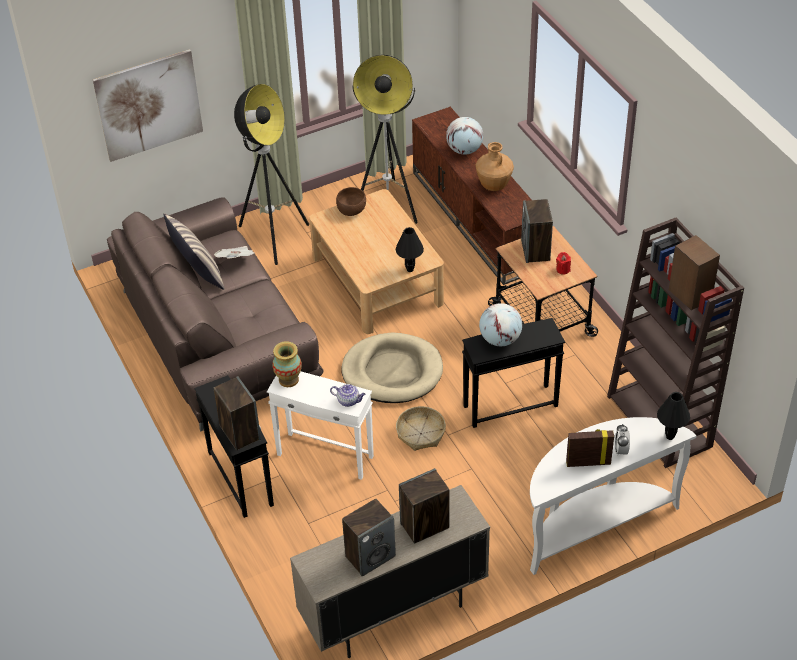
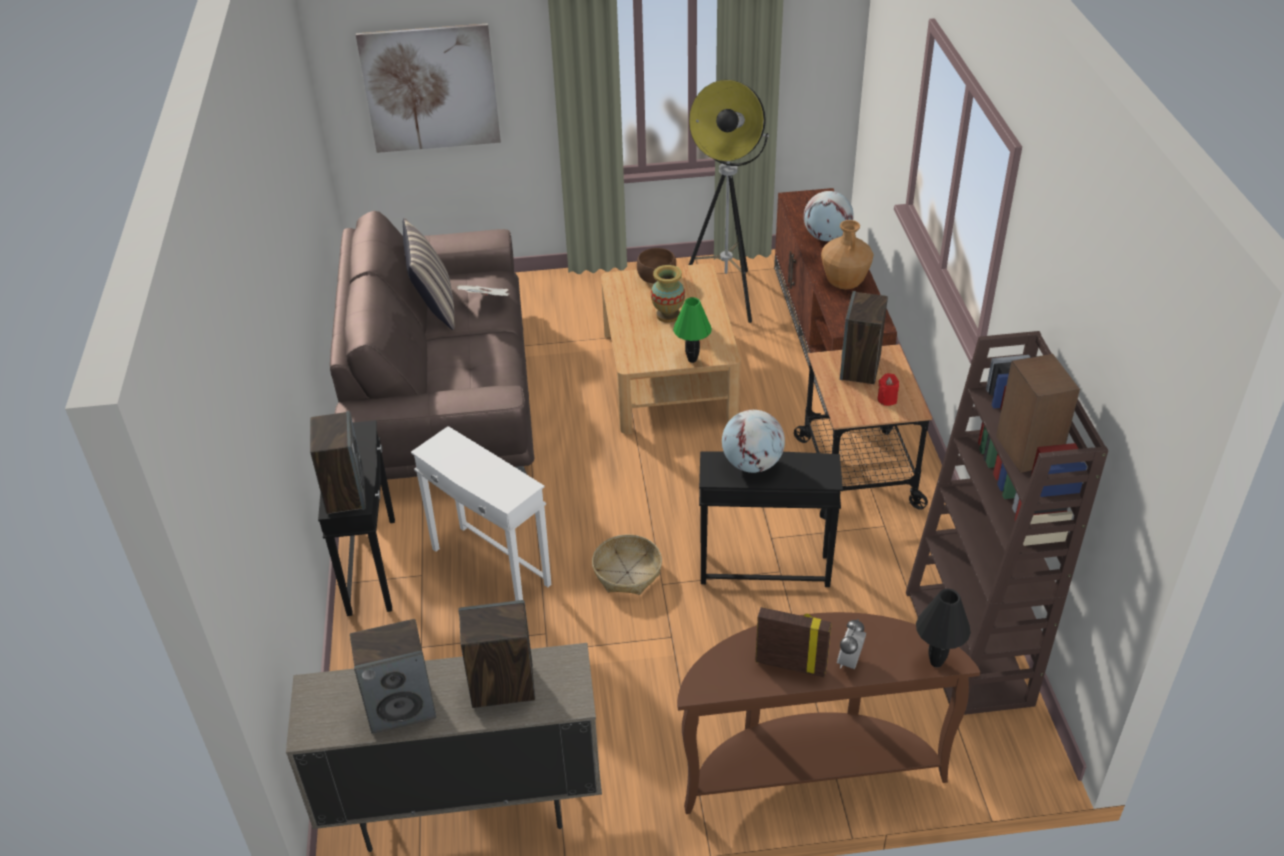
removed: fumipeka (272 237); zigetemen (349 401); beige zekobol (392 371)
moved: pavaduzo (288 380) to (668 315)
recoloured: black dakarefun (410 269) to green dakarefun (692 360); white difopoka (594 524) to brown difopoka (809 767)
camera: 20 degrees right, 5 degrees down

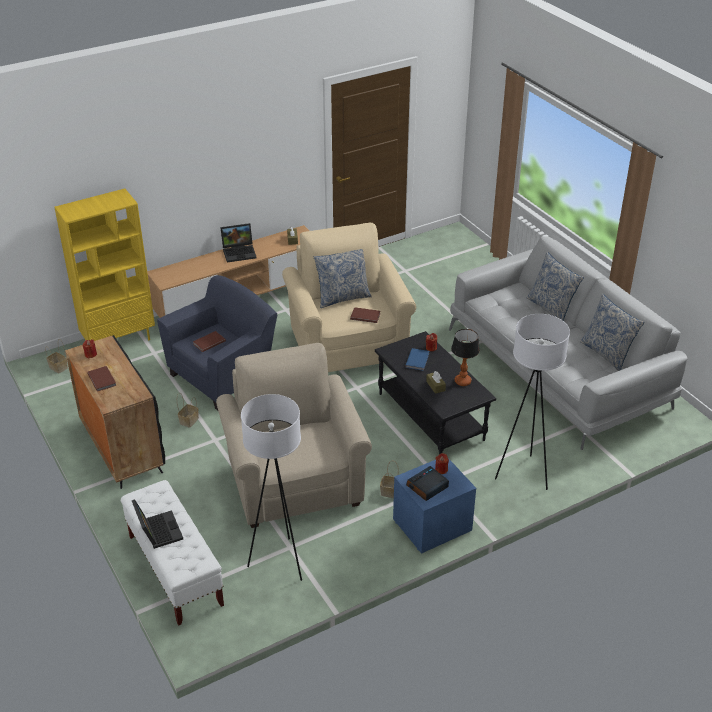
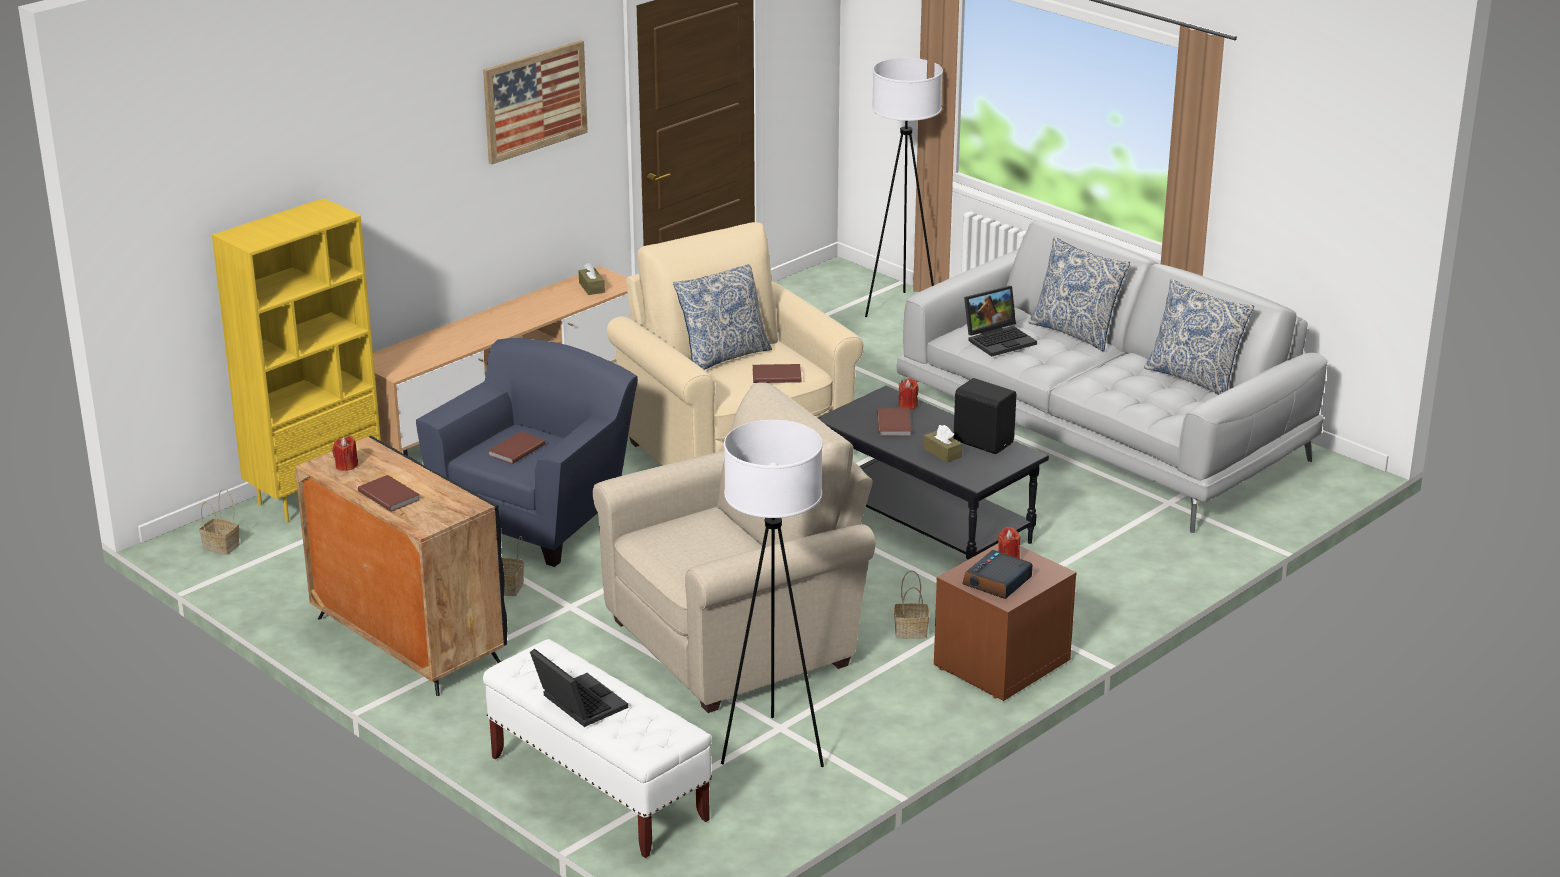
added: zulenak (535 101)
moved: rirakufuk (240 252) to (1000 339); white fumipeka (523 474) to (901 309)
replaced: dakarefun (462 381) to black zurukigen (983 441)
recoloured: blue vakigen (432 526) to brown vakigen (1002 664); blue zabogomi (418 360) to brown zabogomi (895 424)
turned: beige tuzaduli (294 480) = (739 640) 90 degrees clockwise
camera: 15 degrees left, 10 degrees down

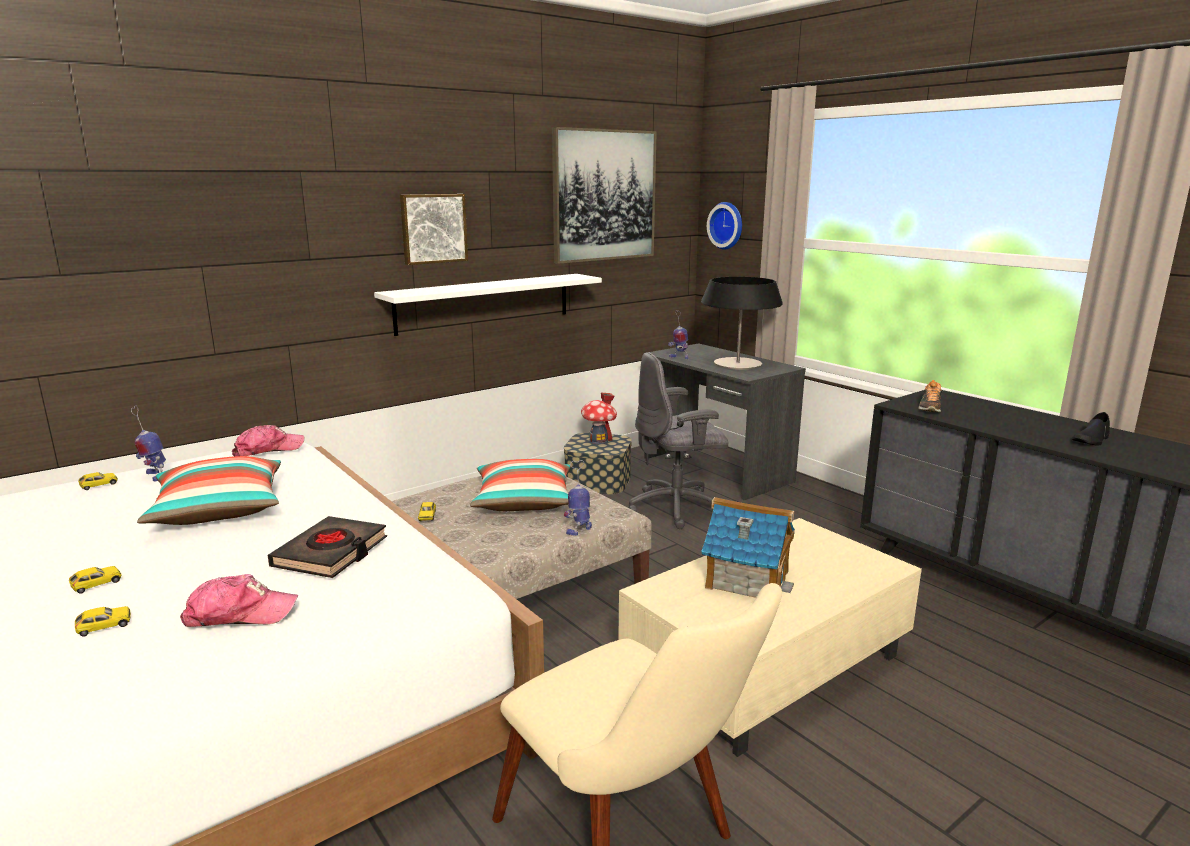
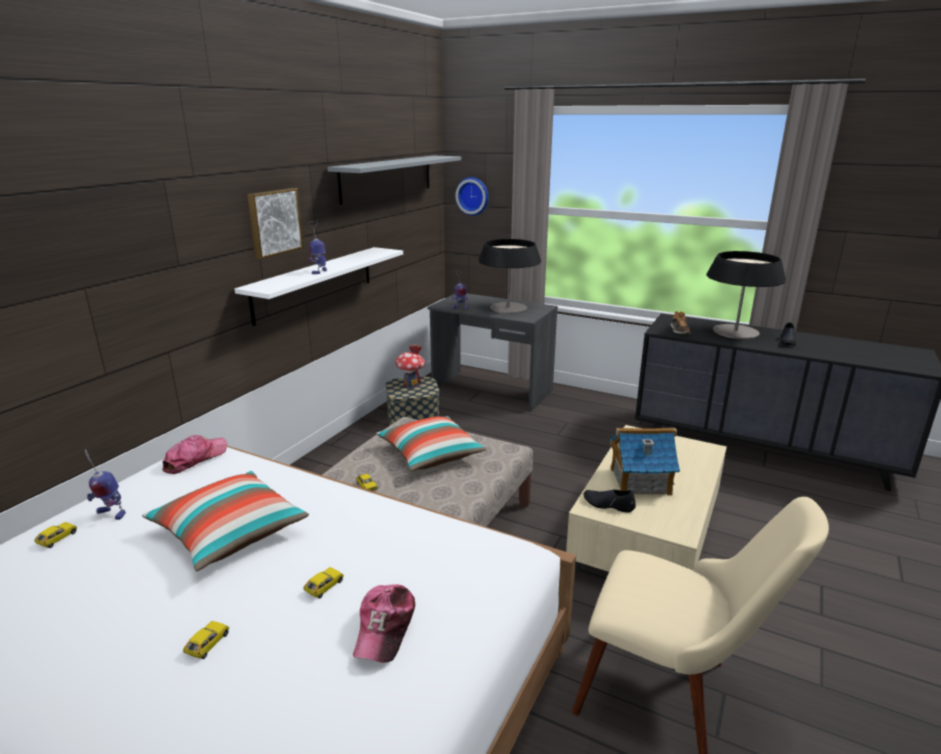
removed: black zabogomi (331 553); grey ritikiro (677 508)
added: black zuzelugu (608 504); dakarefun (735 332)
moved: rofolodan (104 626) to (324 586); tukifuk (580 530) to (320 271)
replaced: zulenak (604 195) to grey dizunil (387 178)
turned: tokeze (240 614) = (385 628) 135 degrees clockwise
camera: 25 degrees left, 5 degrees up

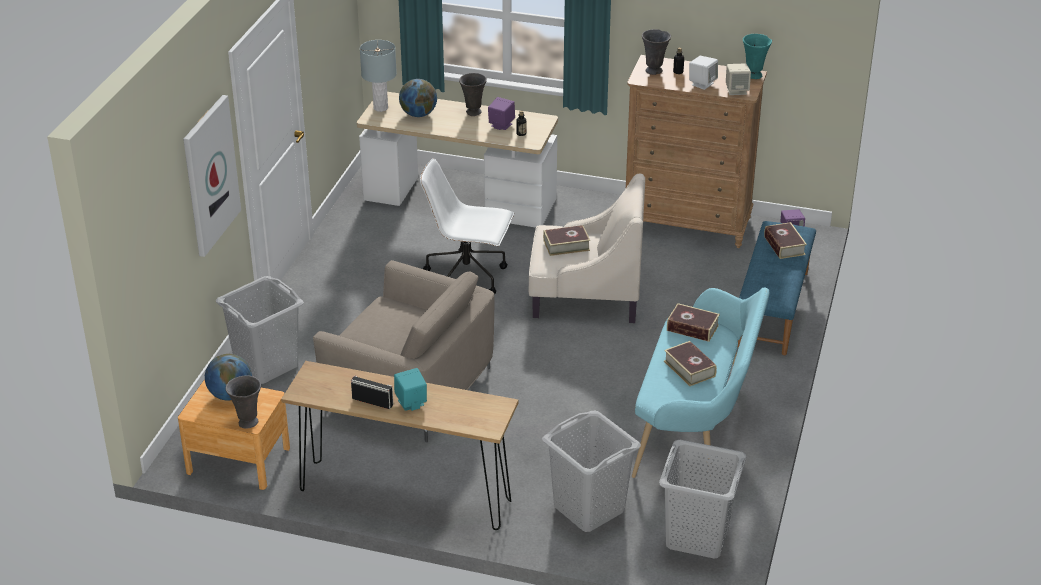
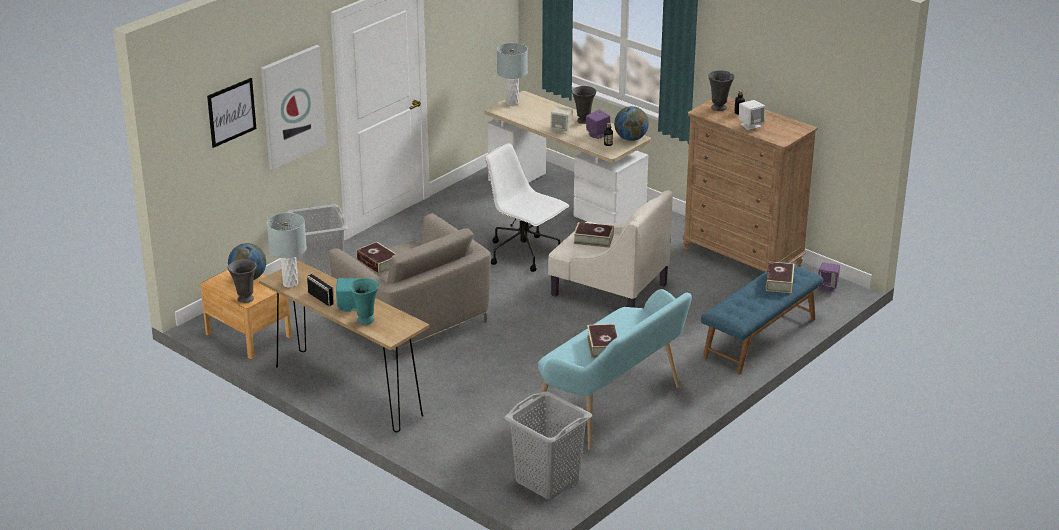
removed: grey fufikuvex (589 509)
added: zulenak (231 112); grey dakarefun (290 284)
moved: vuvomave (418 114) to (630 139); zabogomi (692 328) to (378 263); beige zurukigen (736 91) to (562 130); turquoise pavaduzo (754 76) to (365 320)
camera: 25 degrees right, 5 degrees down

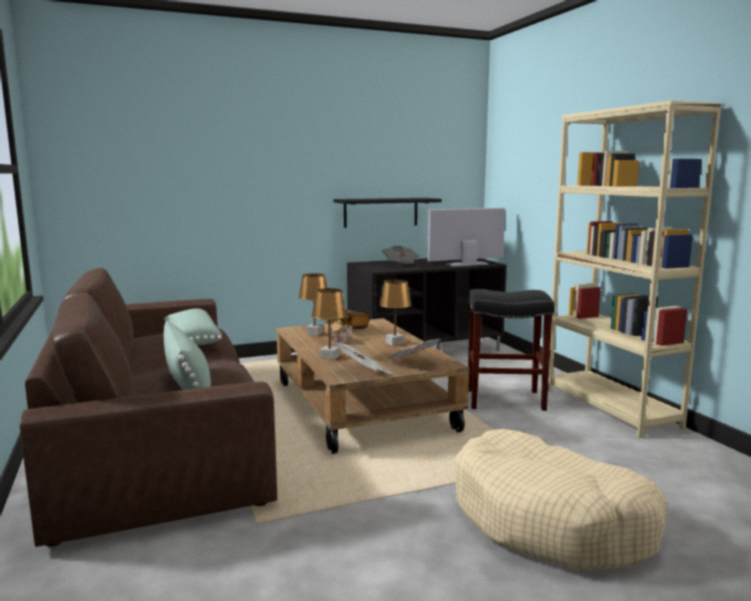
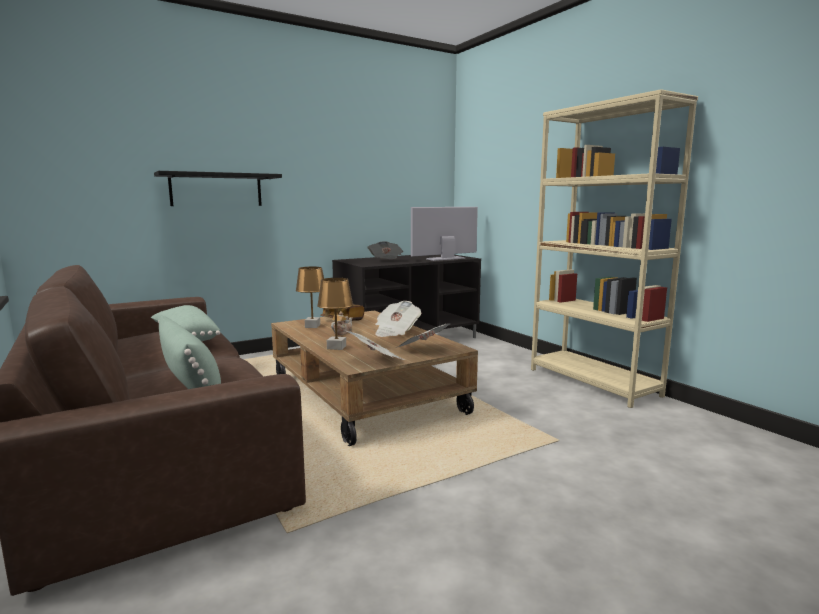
removed: beige zekobol (551 520); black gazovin (504 400)
moved: black dizunil (381 212) to (216 190)
replaced: brown dakarefun (394 343) to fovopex (396 332)
camera: 10 degrees left, 0 degrees up

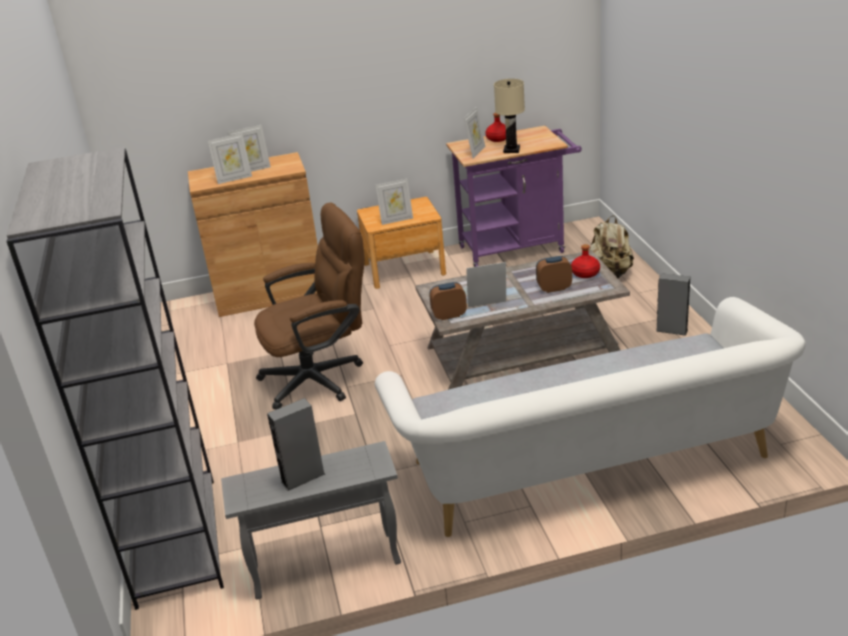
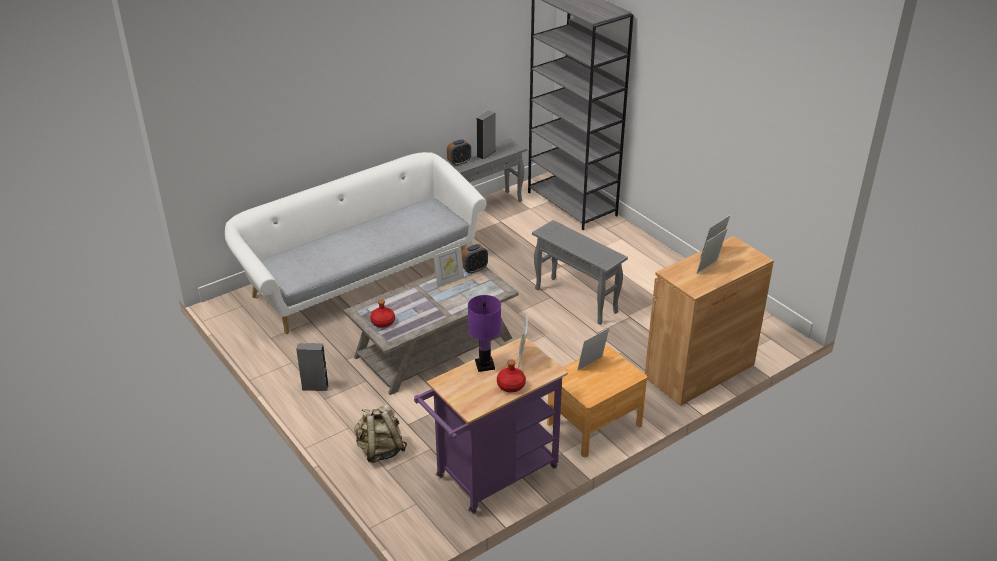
moved: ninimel (554 288) to (459 162)
replaced: brown ritikiro (321 377) to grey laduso (575 301)
recoloured: beige dakarefun (512 150) to purple dakarefun (484 365)
camera: 155 degrees right, 5 degrees up

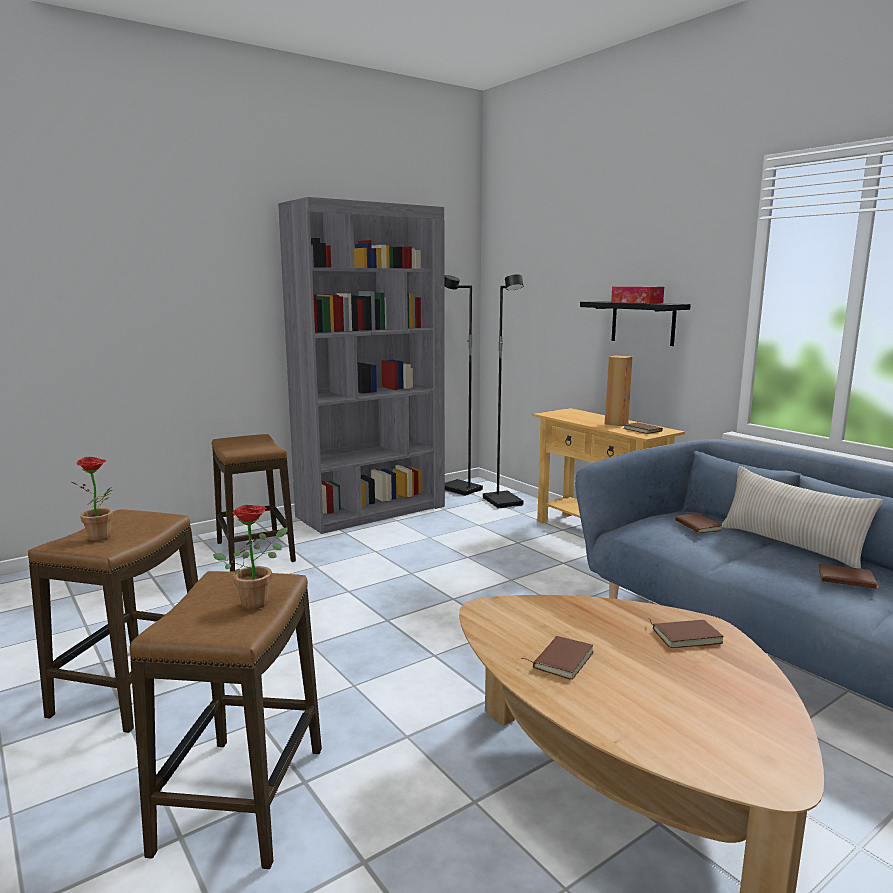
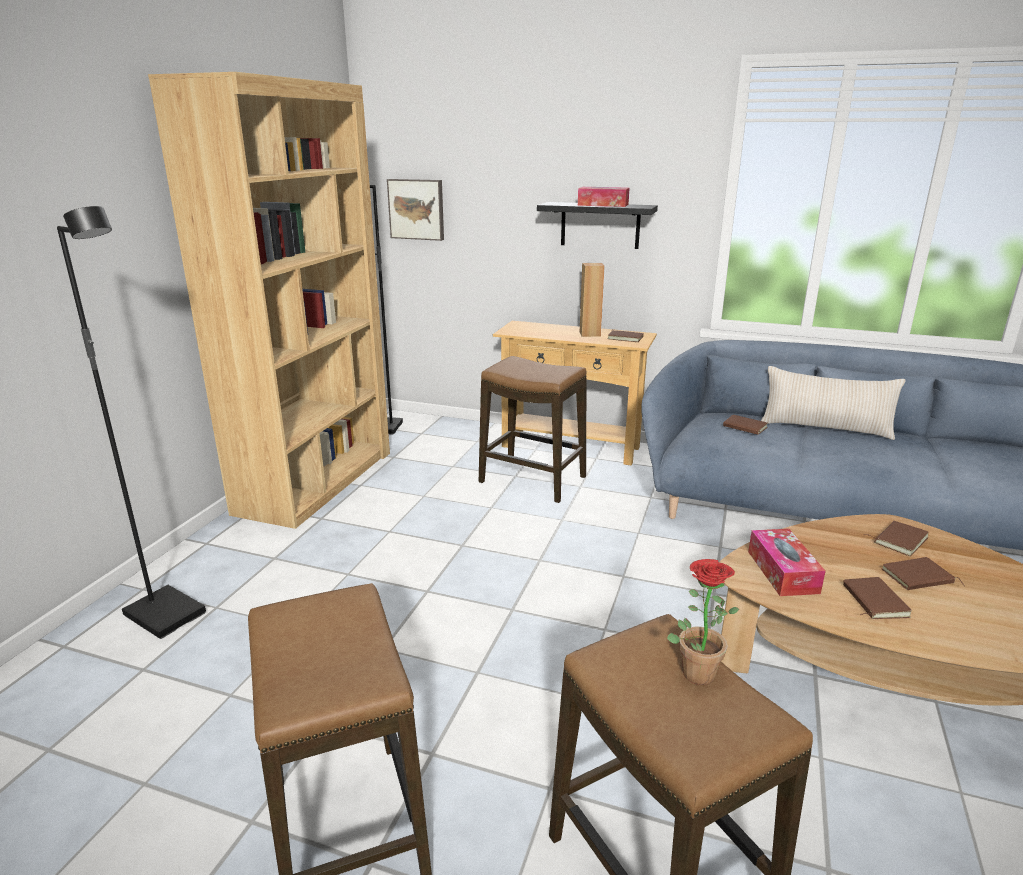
removed: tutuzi (103 538)
added: zulenak (417 209); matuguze (782 572)
moved: gazovin (255 552) to (533 480); black fumipeka (503 501) to (167 614); brown zabogomi (846 580) to (918 578)
recoloured: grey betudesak (372 511) to brown betudesak (317 481)
camera: 35 degrees left, 10 degrees up

